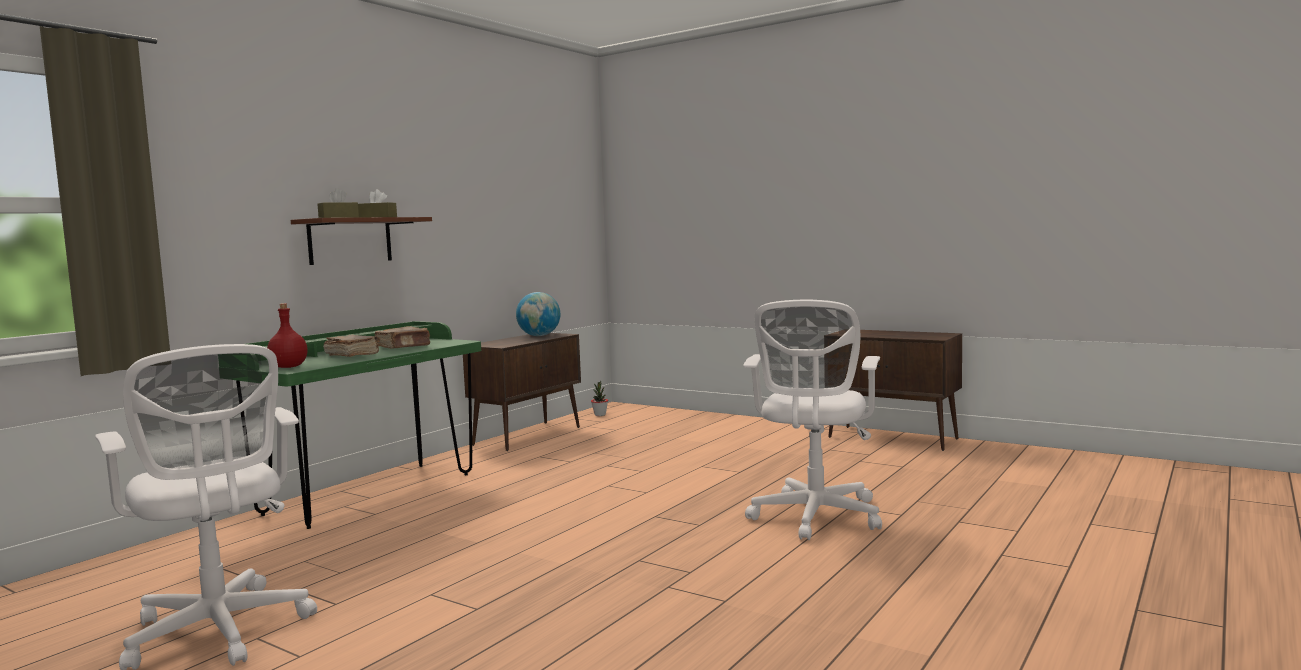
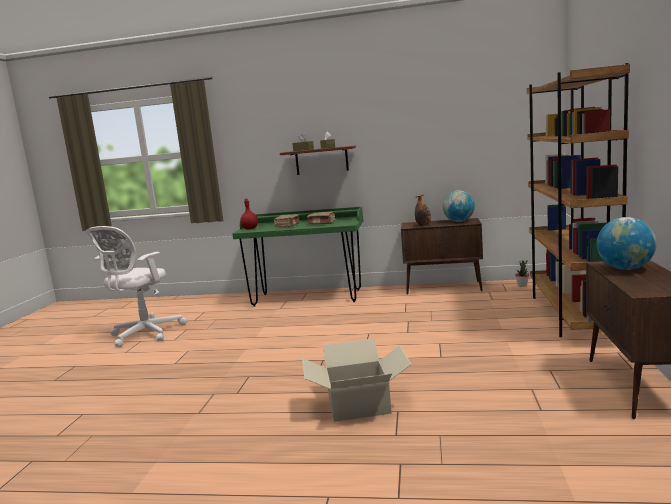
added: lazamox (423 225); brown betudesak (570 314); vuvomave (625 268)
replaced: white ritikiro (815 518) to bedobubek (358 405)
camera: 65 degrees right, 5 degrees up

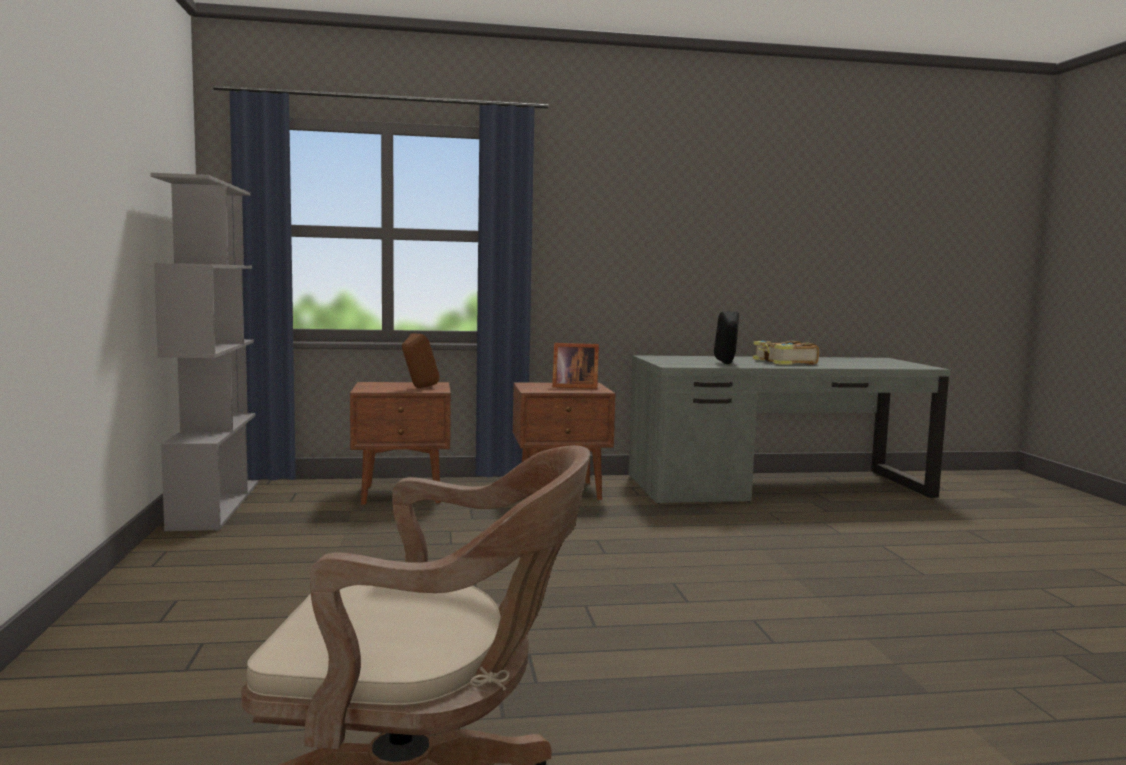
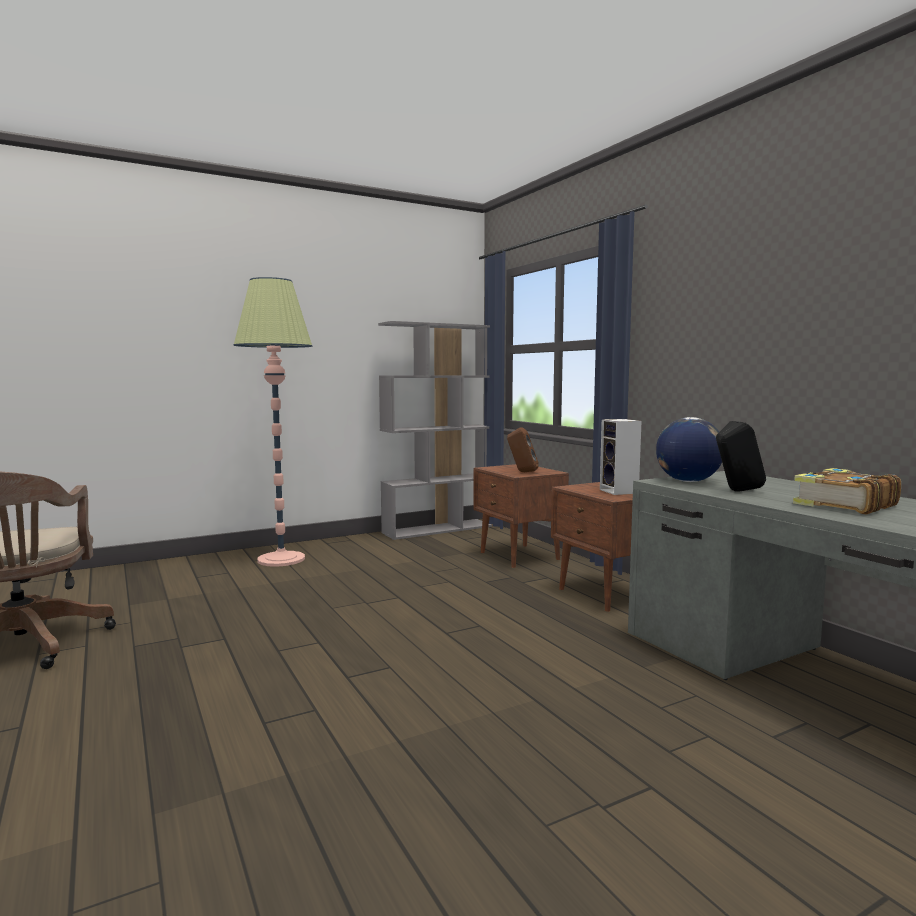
added: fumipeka (281 559); vuvomave (687 481)
replaced: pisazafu (573 387) to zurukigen (620 491)
camera: 70 degrees right, 0 degrees up

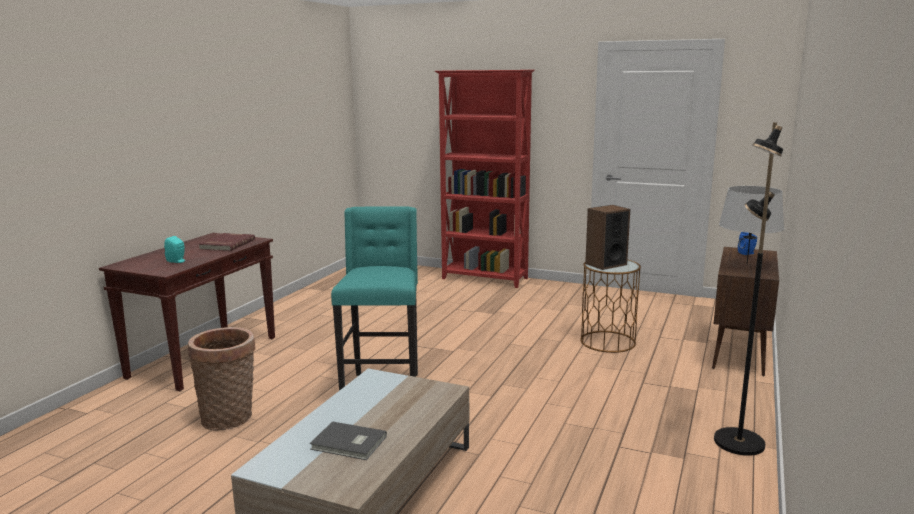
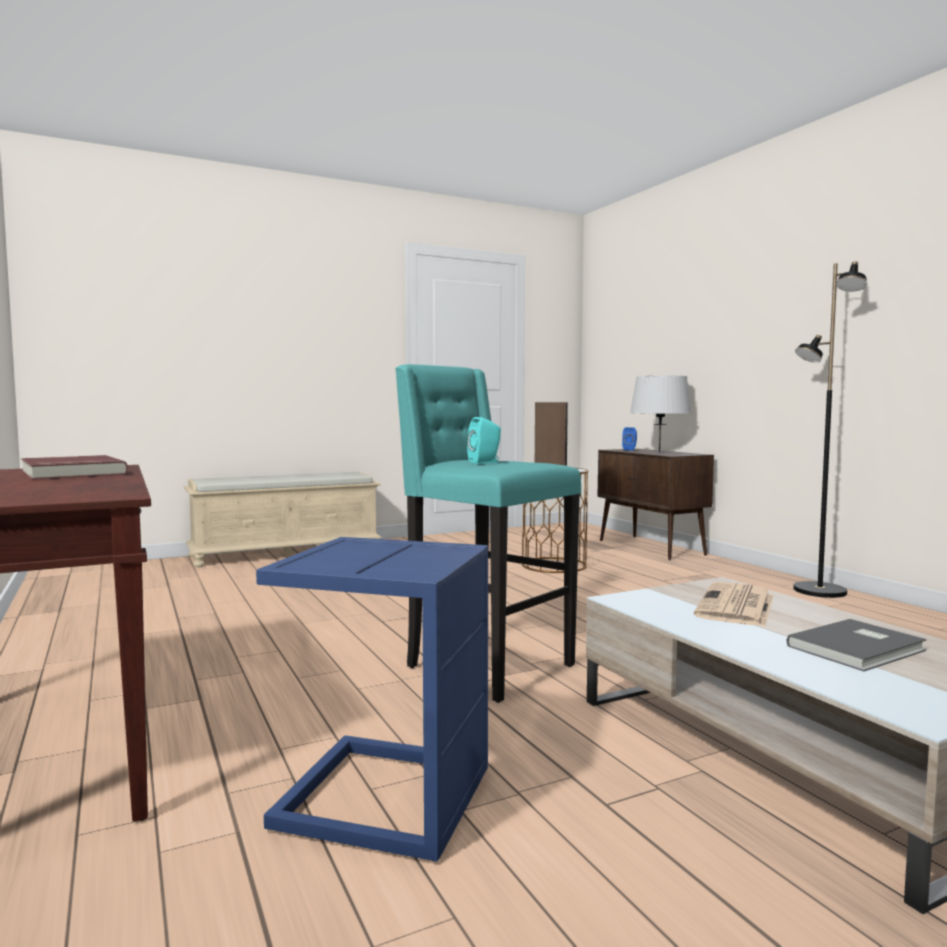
added: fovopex (736 606)
moved: turquoise zurukigen (177 261) to (486 462)
replaced: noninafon (230 419) to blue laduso (382 796); red betudesak (485 279) to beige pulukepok (286 553)
camera: 50 degrees left, 10 degrees down

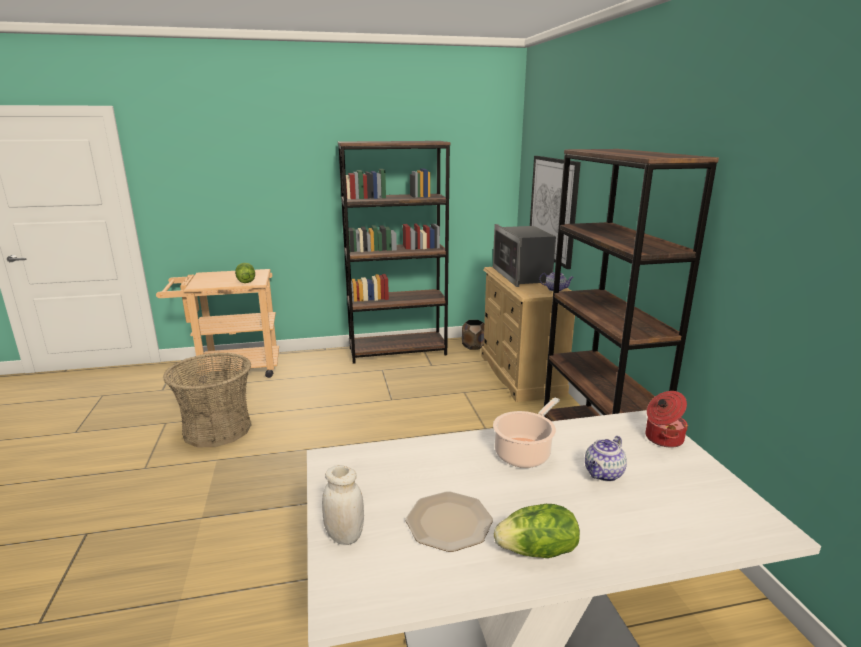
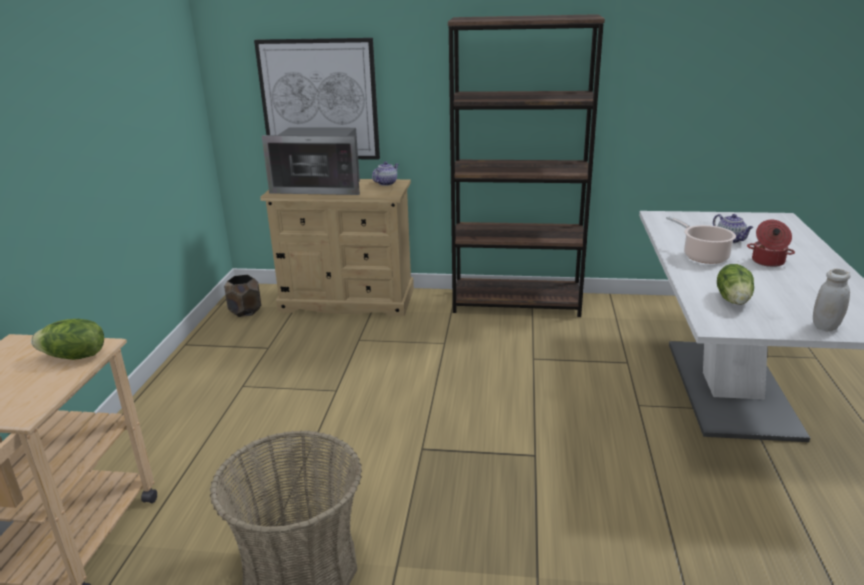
removed: brown betudesak (398 351); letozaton (449 522)
moved: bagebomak (538 551) to (734 300); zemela (662 438) to (767 262)
camera: 70 degrees left, 5 degrees up

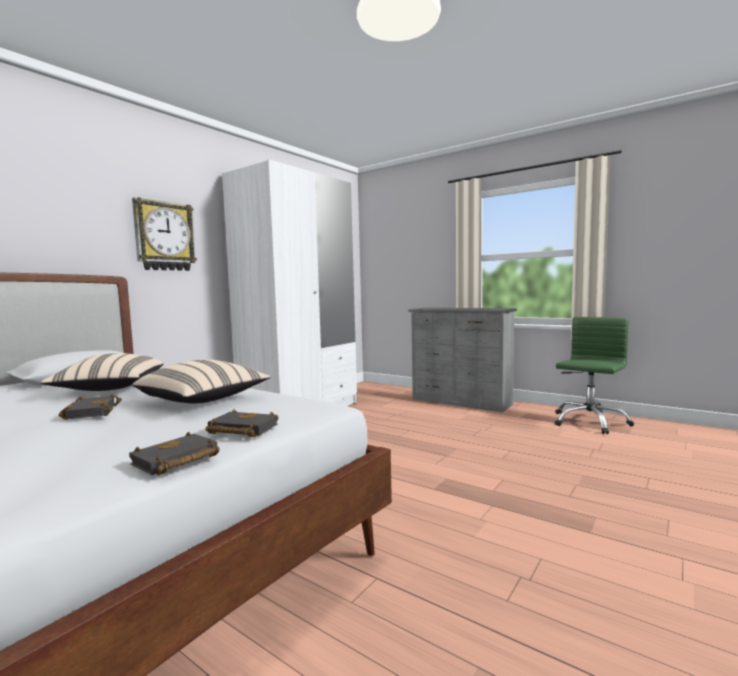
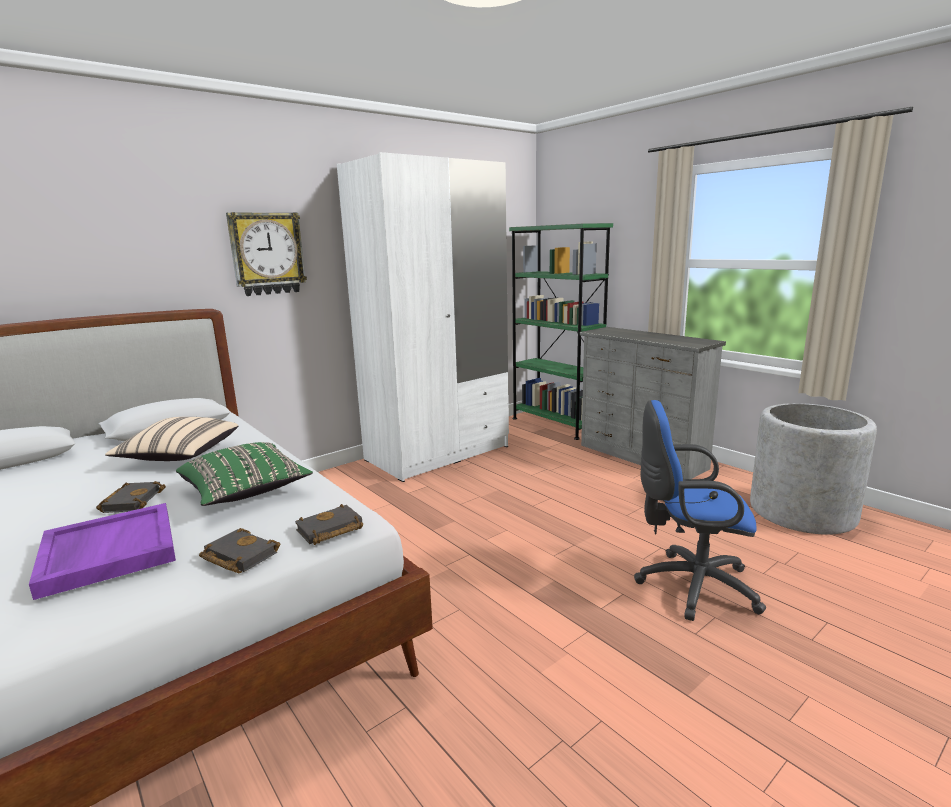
added: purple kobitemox (108 552); green betudesak (556 424); blue ritikiro (690 585)
moved: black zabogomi (175 461) to (329 530)
replaced: green ritikiro (589 422) to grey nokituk (802 512)
recoloured: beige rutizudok (203 400) to green rutizudok (246 491)
camera: 15 degrees right, 10 degrees up

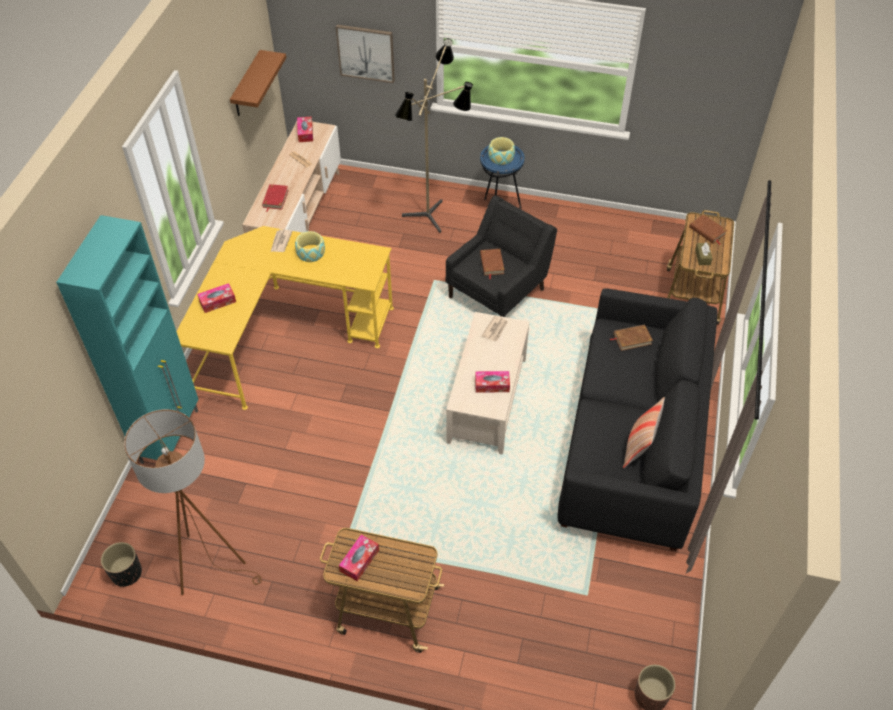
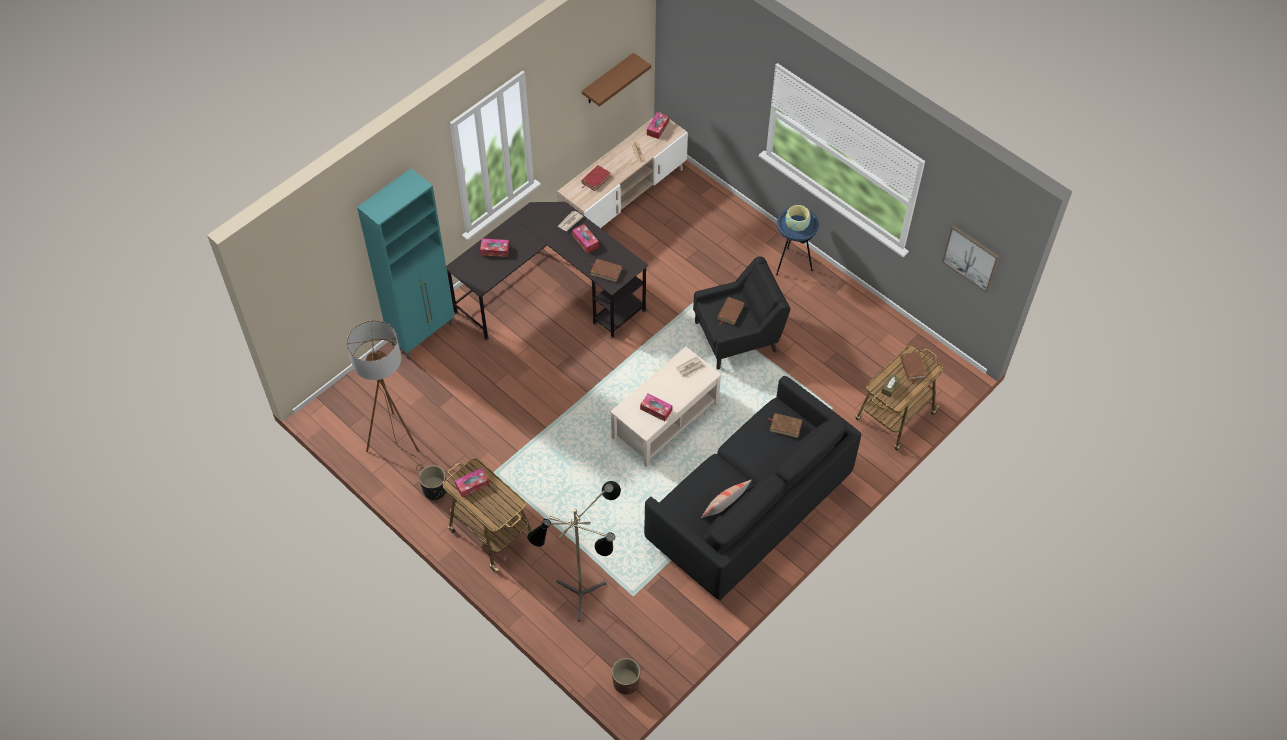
added: brown zabogomi (606 271)
moved: black nokituk (126 573) to (435 490); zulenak (366 53) to (971 257); fumipeka (433 218) to (584 599)
replaced: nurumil (310 253) to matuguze (585 241)
recoloured: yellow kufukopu (285 334) to black kufukopu (550 293)
camera: 30 degrees right, 5 degrees up

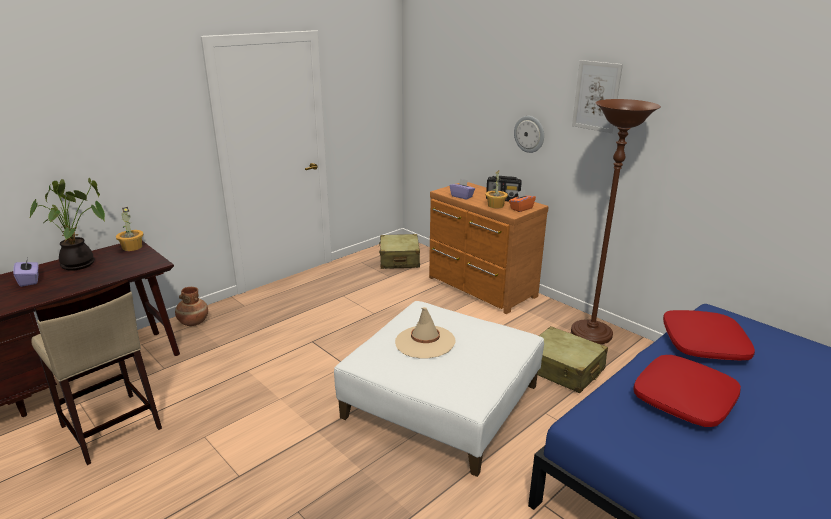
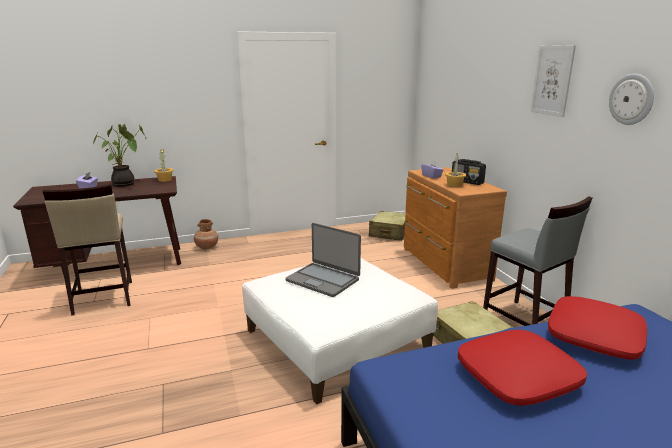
removed: orange matuguze (521 208)
moved: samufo (529 134) to (631 99)
replaced: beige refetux (425 342) to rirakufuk (323 280); brown fumipeka (591 334) to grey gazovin (524 322)
camera: 25 degrees right, 5 degrees down

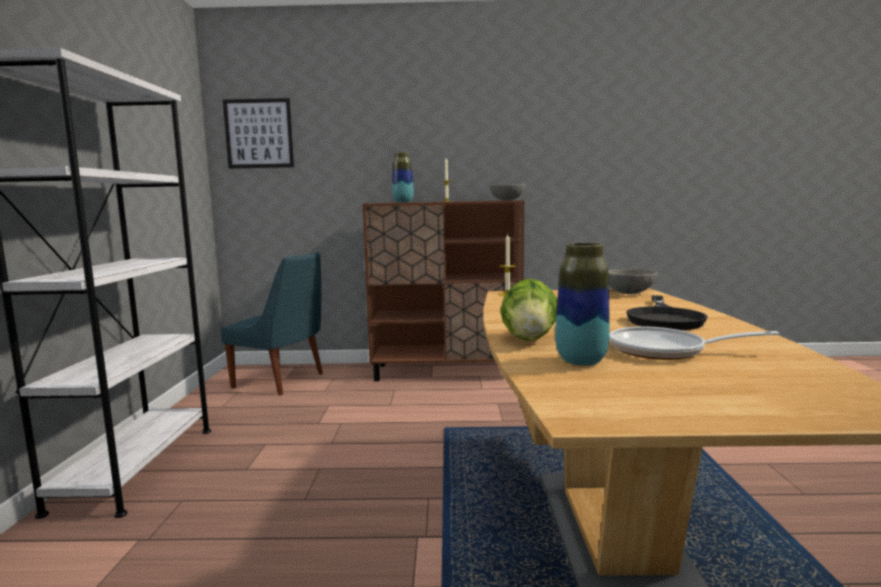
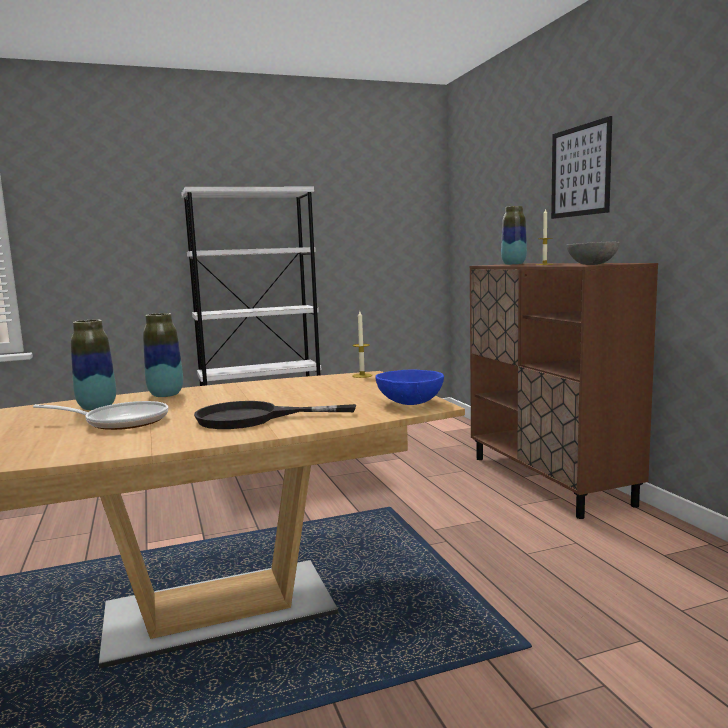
removed: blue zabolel (281 381)
moved: zulenak (259 133) to (580 171)
replaced: bagebomak (529 339) to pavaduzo (166 395)
recoloured: grey nurumil (629 293) to blue nurumil (411 403)
turned: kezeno (665 350) = (120 422) 105 degrees clockwise
camera: 70 degrees right, 0 degrees up

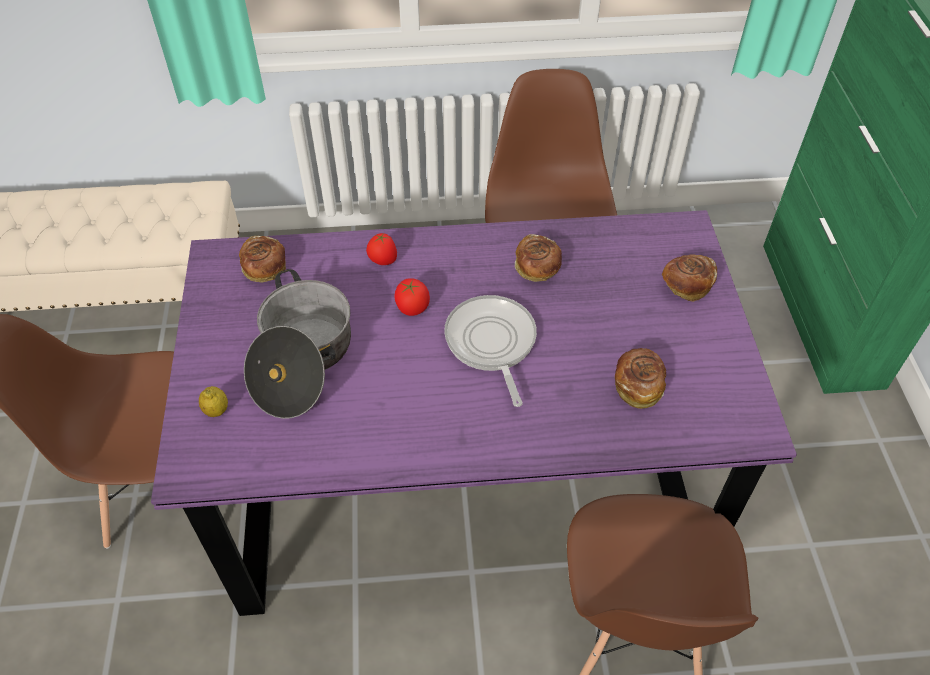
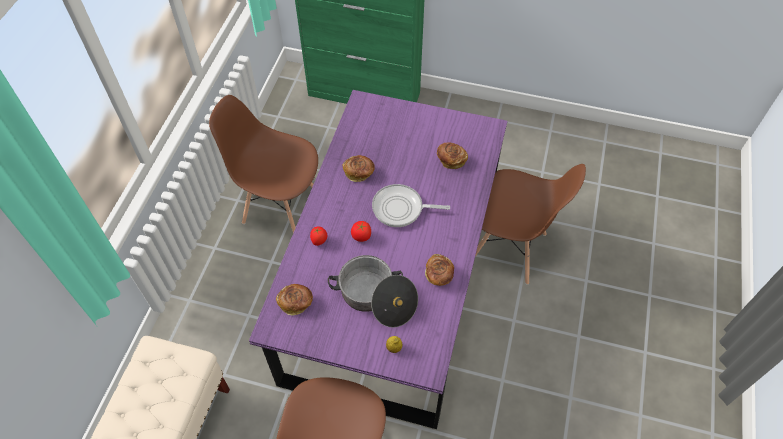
moved: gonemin (686 286) to (439 275)
camera: 70 degrees left, 5 degrees up

